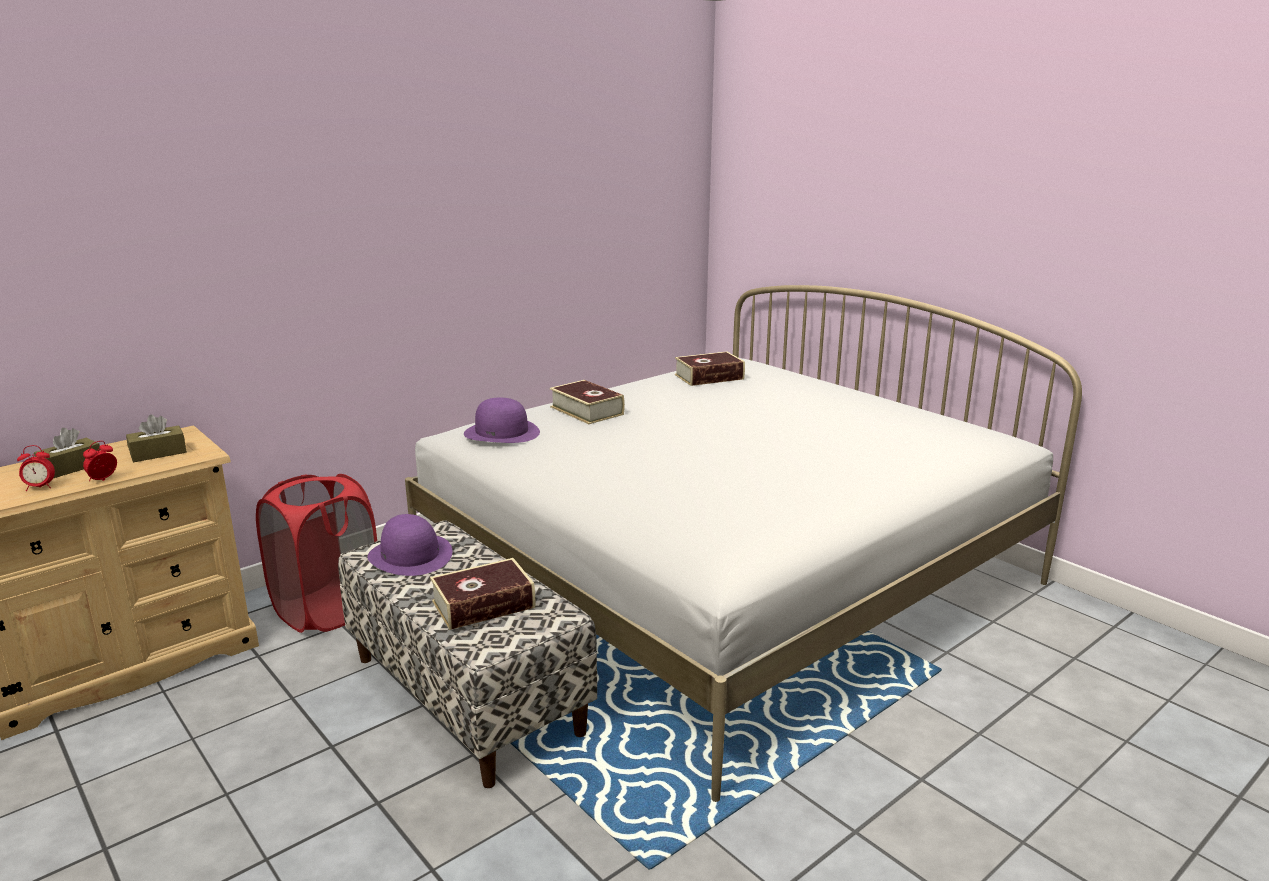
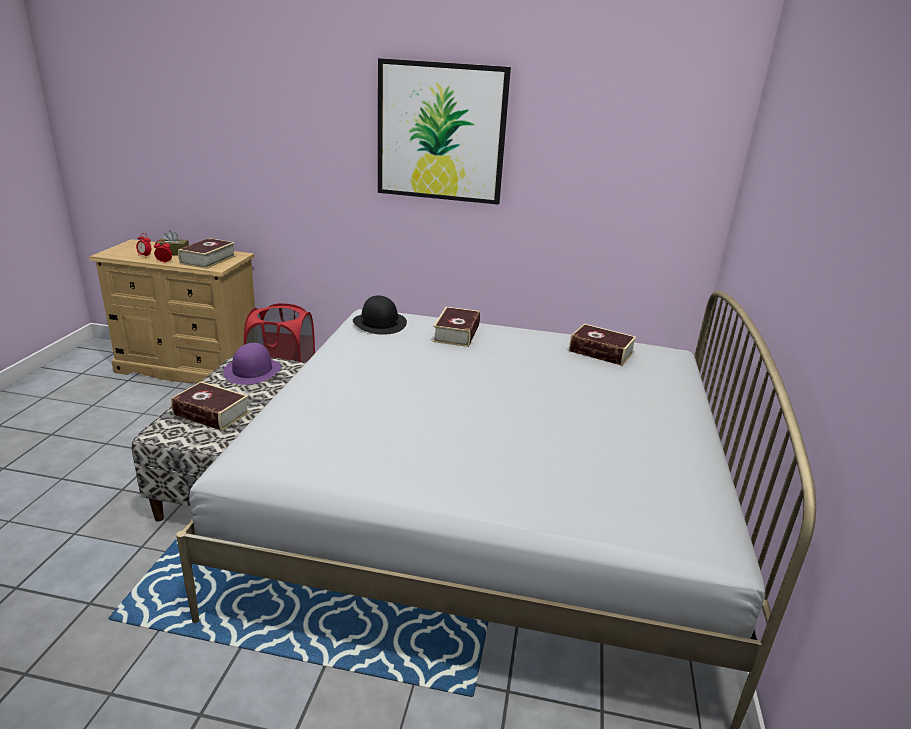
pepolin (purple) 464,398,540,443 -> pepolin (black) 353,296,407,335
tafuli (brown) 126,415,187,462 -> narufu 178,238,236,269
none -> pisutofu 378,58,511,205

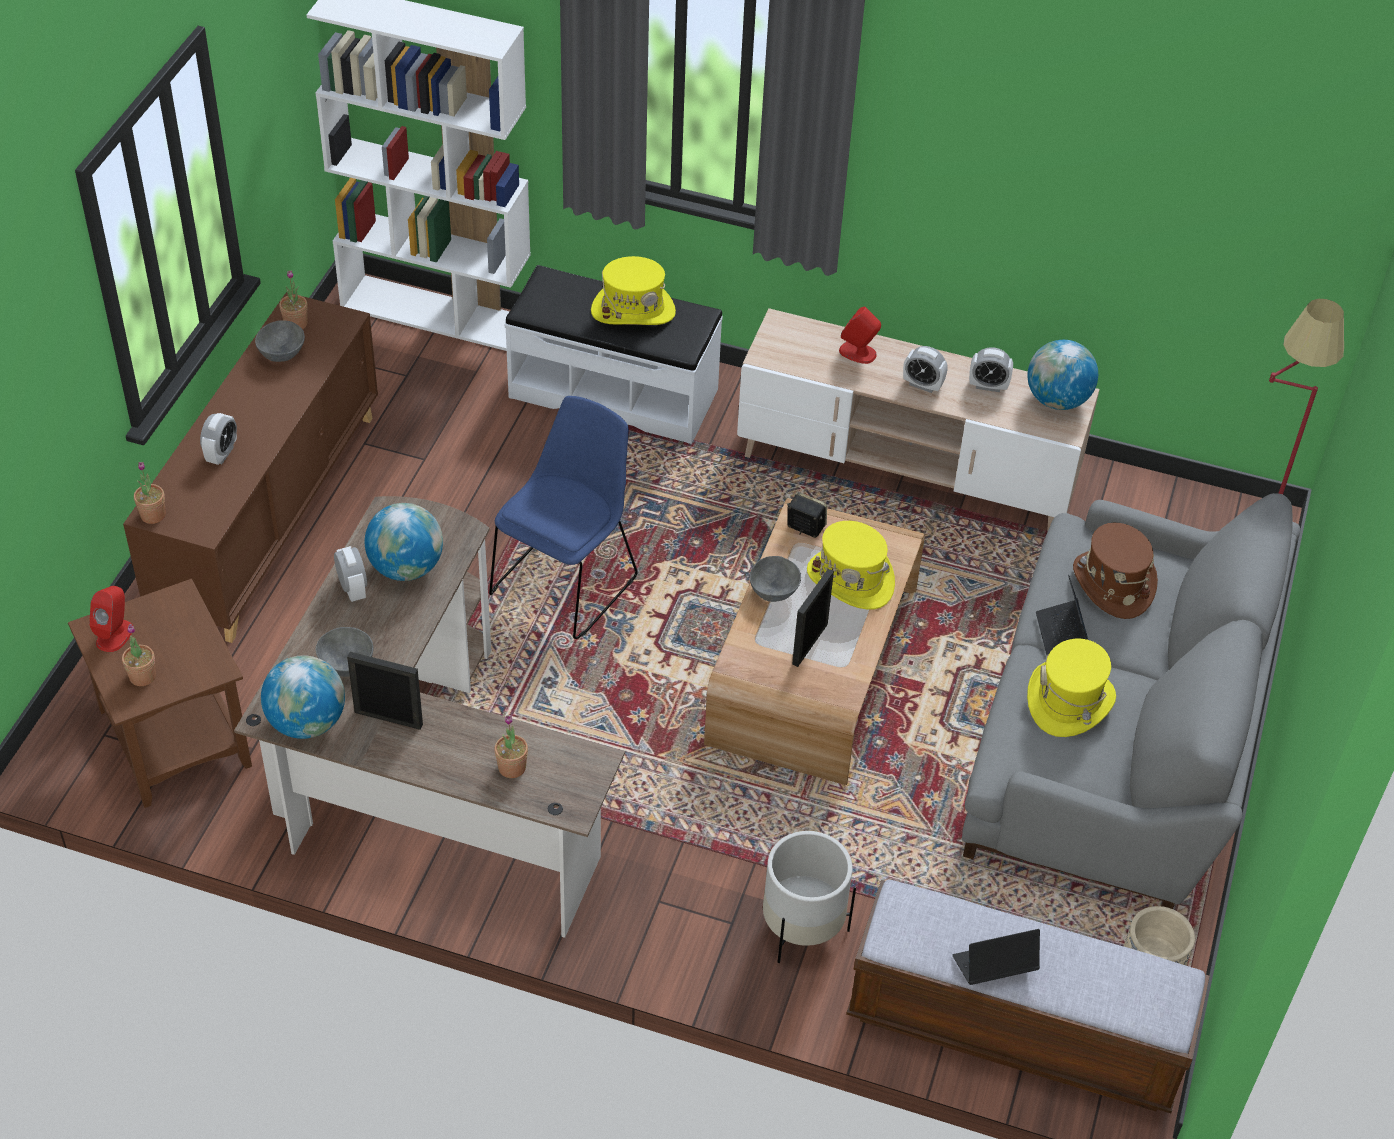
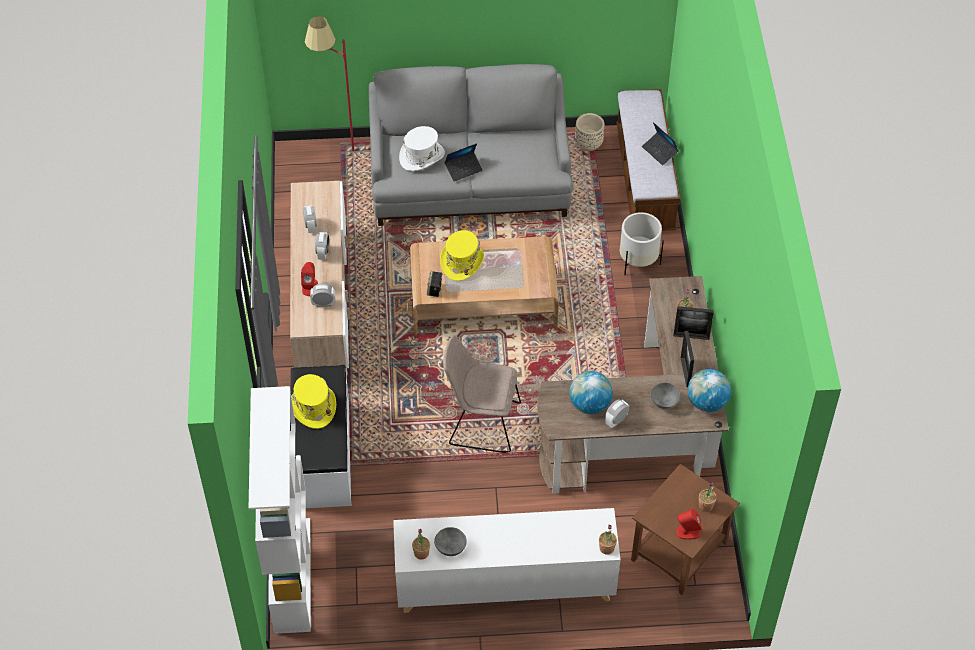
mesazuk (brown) 123,292,378,643 -> mesazuk (white) 393,508,621,613
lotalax 1028,340,1098,410 -> none
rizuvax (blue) 489,396,638,639 -> rizuvax (beige) 443,335,521,453
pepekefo 200,413,237,465 -> pepekefo 310,284,335,307, shifted
pepolin (brown) 1073,523,1158,619 -> pepolin (white) 399,126,445,171
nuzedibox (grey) 750,556,801,602 -> none
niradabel 792,569,834,667 -> niradabel 673,306,714,340, shifted
pepolin (yellow) 1027,639,1116,737 -> none

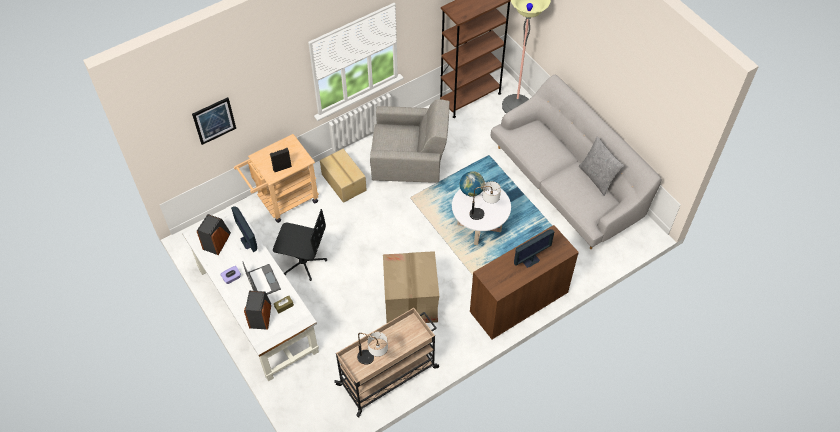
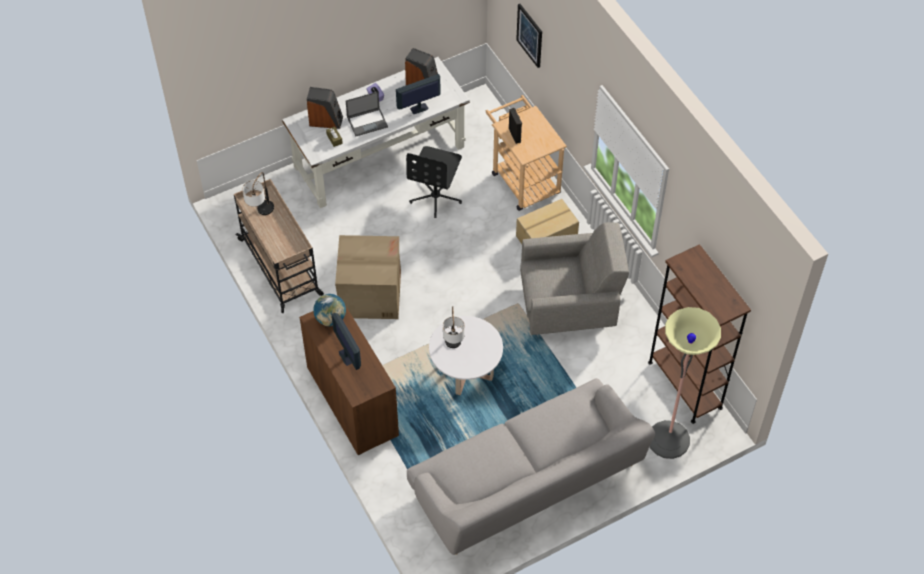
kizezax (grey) 370,99,450,183 -> kizezax (grey) 520,222,629,335, 105 degrees counterclockwise
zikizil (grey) 579,136,624,196 -> none
lotalax 460,171,485,197 -> lotalax 313,294,346,326, shifted

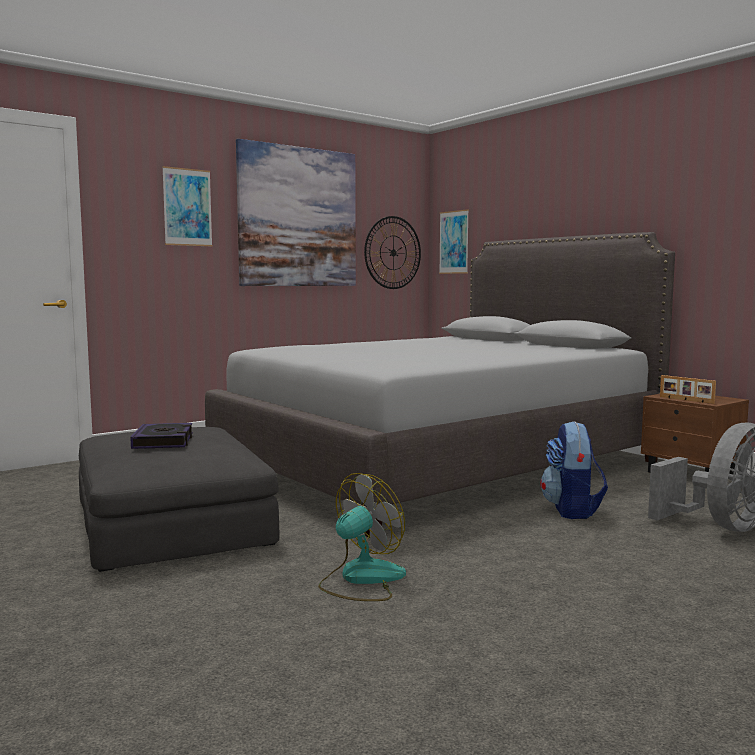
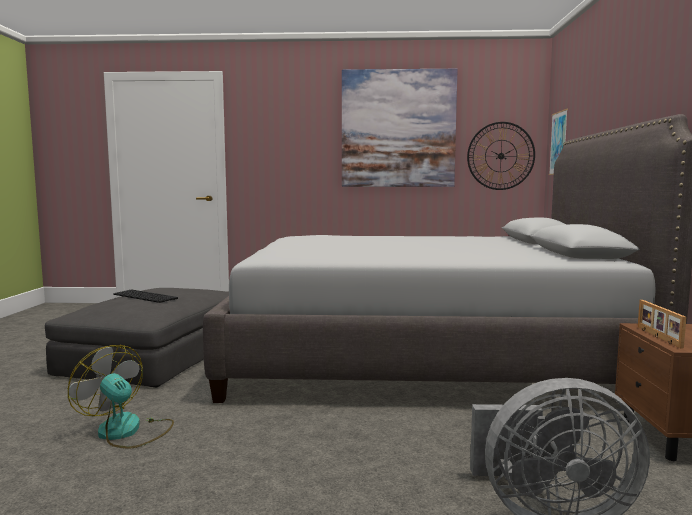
pisutofu 162,166,213,246 -> none
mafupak 540,421,608,519 -> none
narufu 131,423,193,449 -> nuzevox 113,289,178,303
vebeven 318,473,406,601 -> vebeven 68,345,174,448, 135 degrees counterclockwise

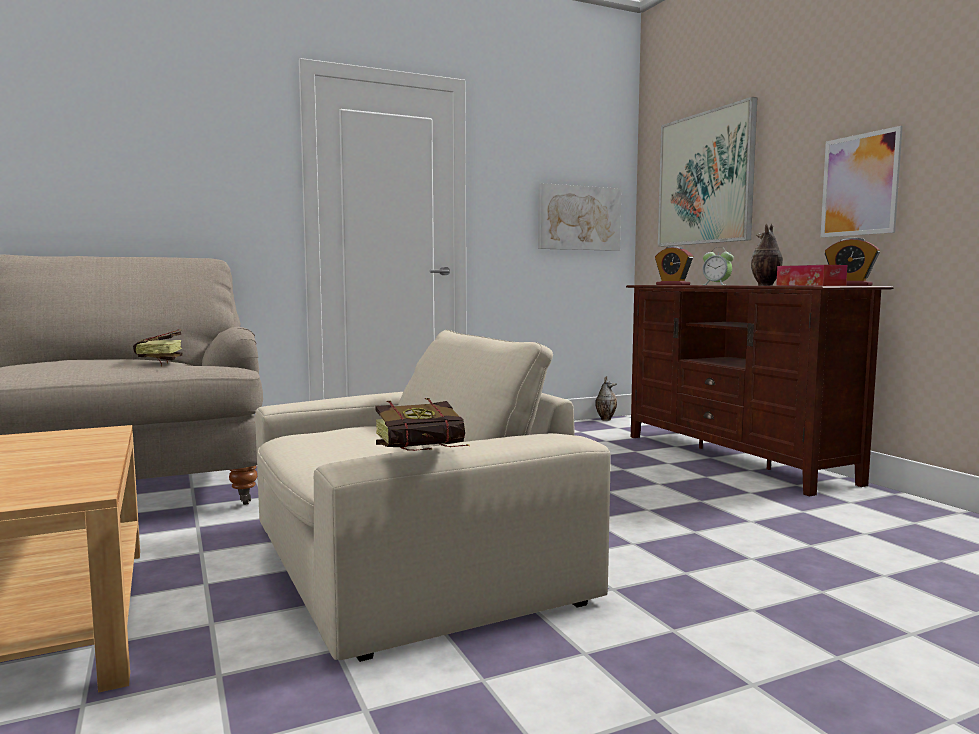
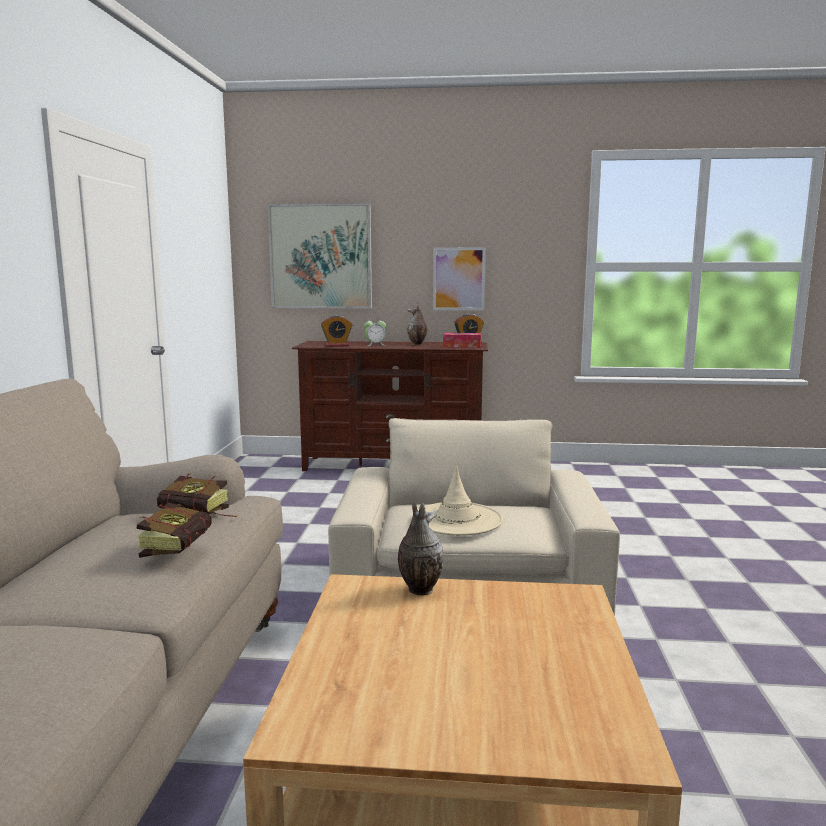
pisutofu 538,183,621,251 -> none
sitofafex 595,376,617,421 -> sitofafex 398,501,443,595, shifted
narufu 375,398,470,451 -> narufu 137,502,212,558, shifted
none -> pepolin (beige) 412,466,503,536

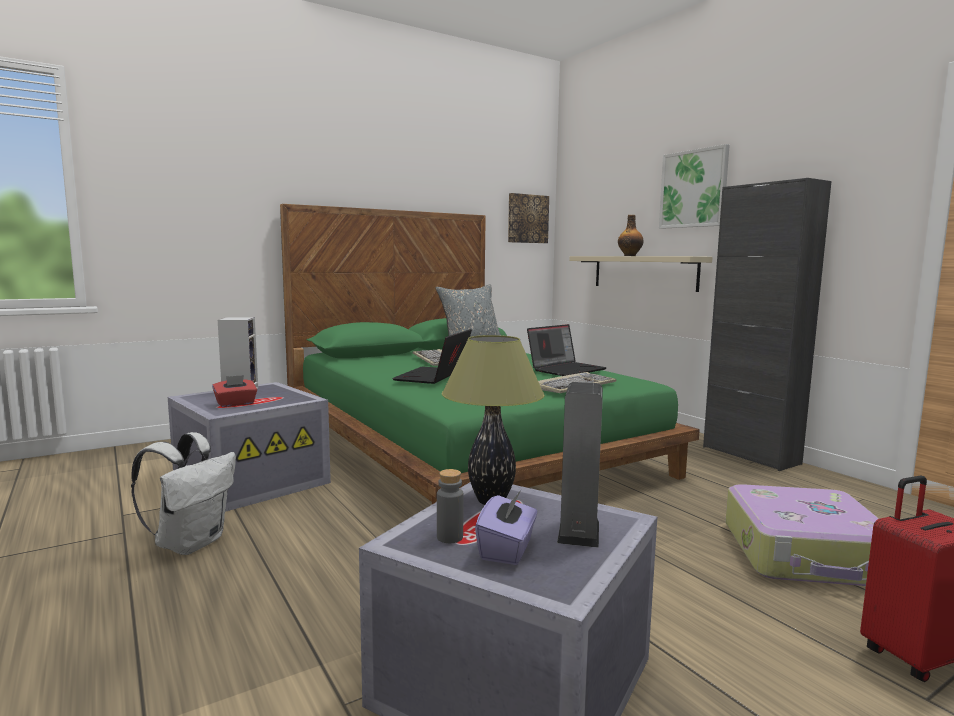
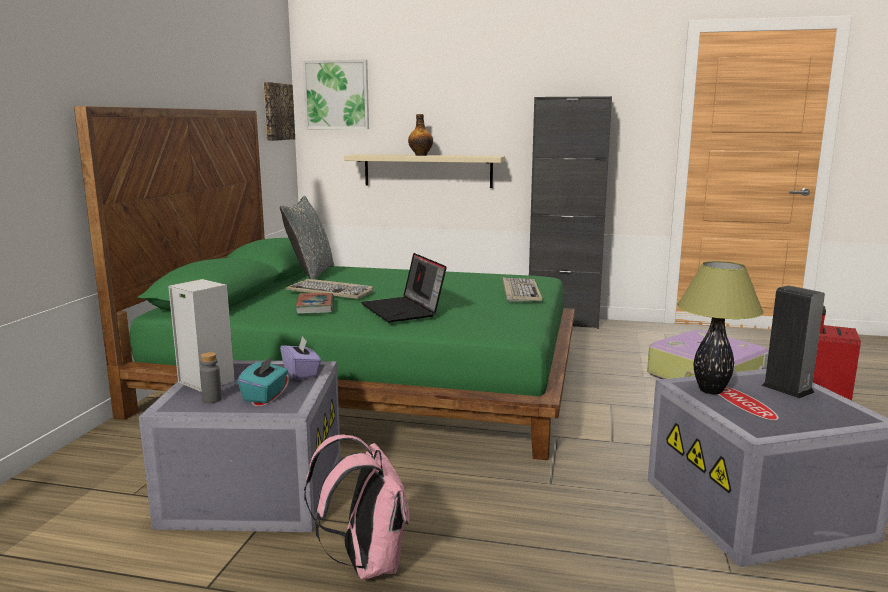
pisutofu 659,144,730,229 -> pisutofu 303,59,369,129, shifted
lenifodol 527,324,607,376 -> none
tafuli (red) 212,375,257,407 -> tafuli (turquoise) 237,356,288,403
mafupak (white) 131,432,236,555 -> mafupak (pink) 304,435,409,579
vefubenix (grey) 437,469,463,543 -> vefubenix (grey) 200,352,222,403, shifted
tafuli (purple) 475,490,538,565 -> tafuli (purple) 280,336,321,380, shifted
none -> narufu 295,293,334,314

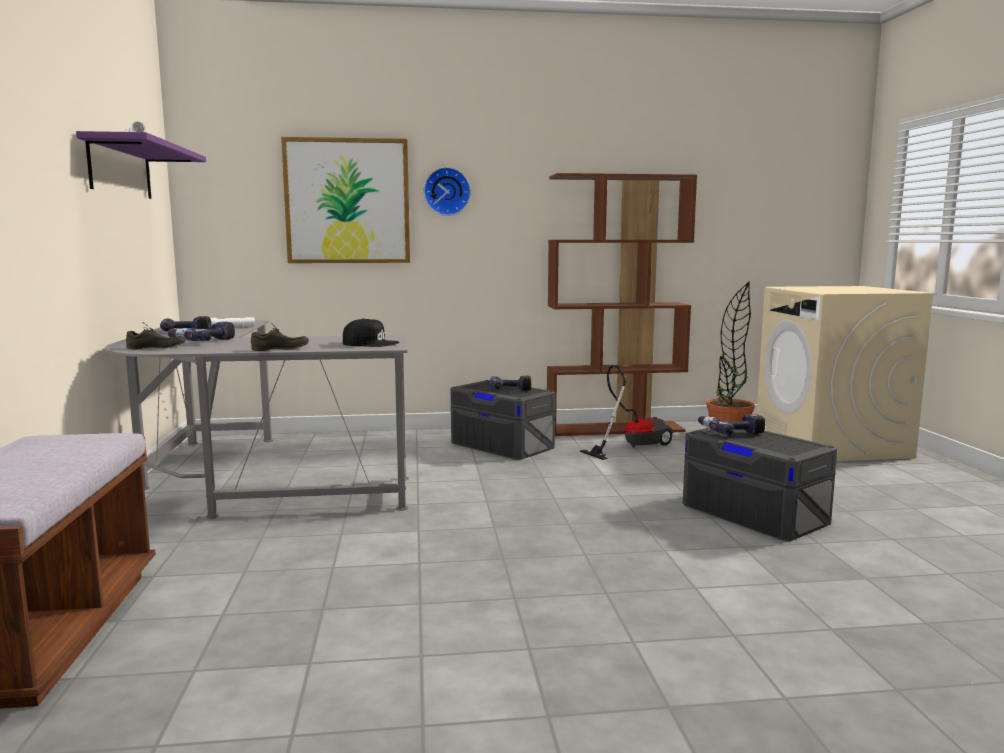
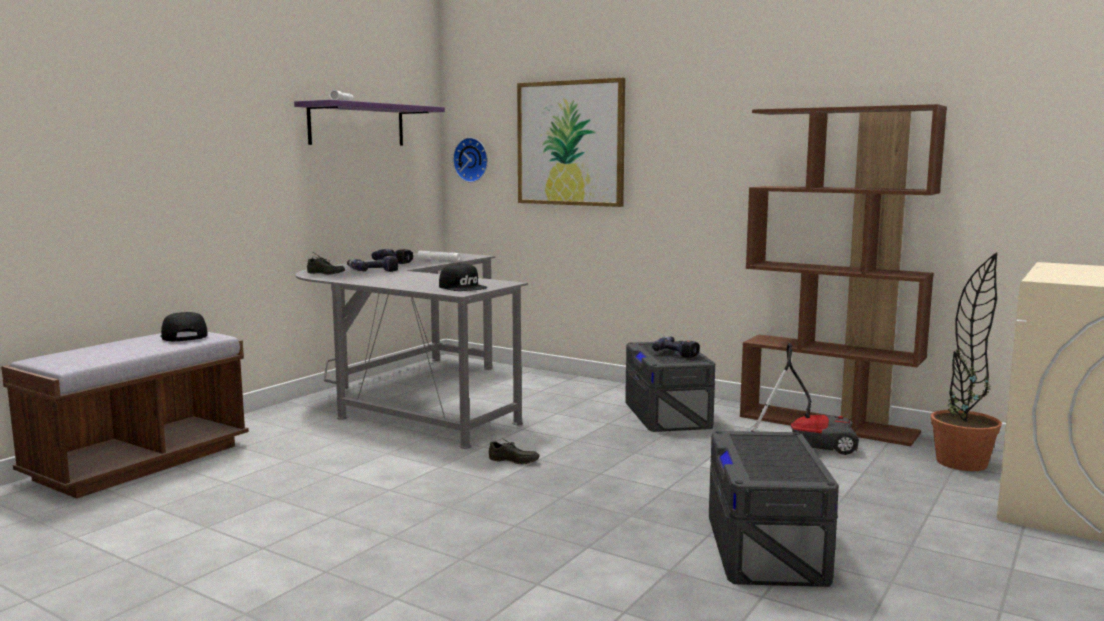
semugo 423,167,471,216 -> semugo 453,137,488,183, shifted
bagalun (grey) 251,324,309,351 -> bagalun (grey) 489,438,540,464, shifted
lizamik 698,414,765,435 -> none
none -> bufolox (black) 160,312,208,342

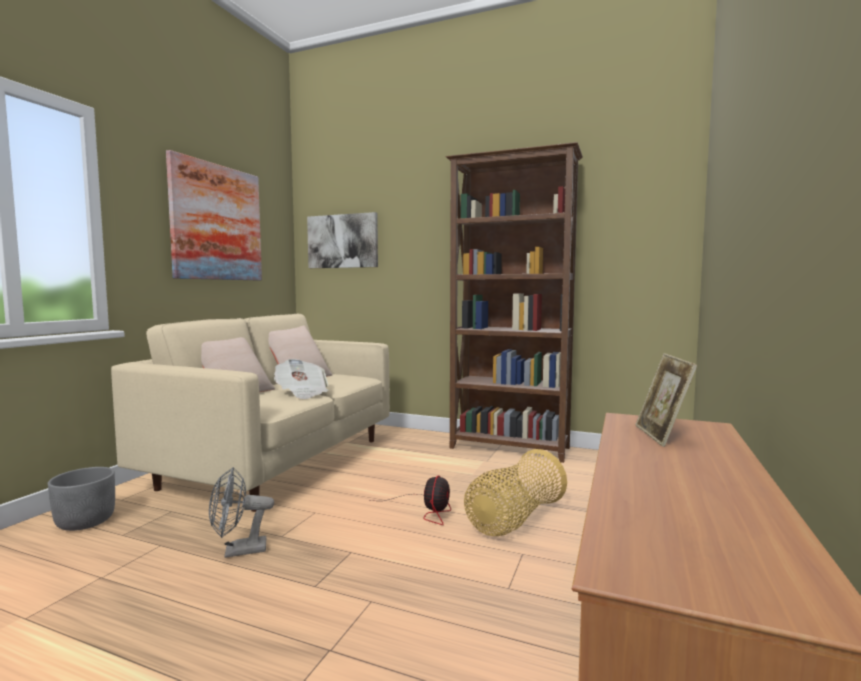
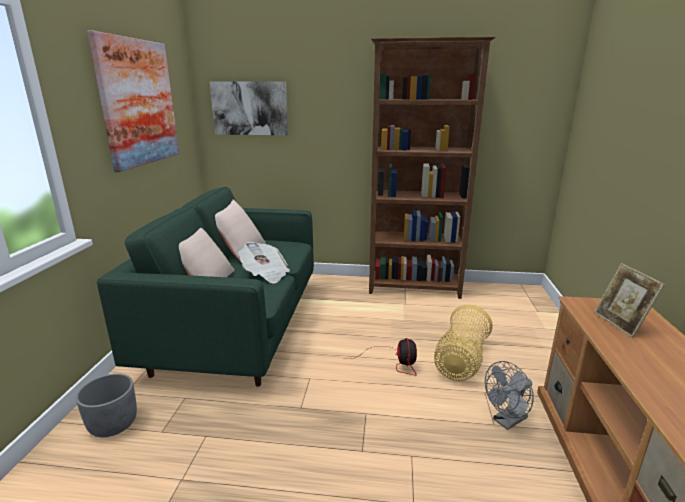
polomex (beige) 111,314,390,512 -> polomex (green) 97,187,314,387
vebeven (grey) 209,467,274,558 -> vebeven (grey) 485,361,534,430, shifted

